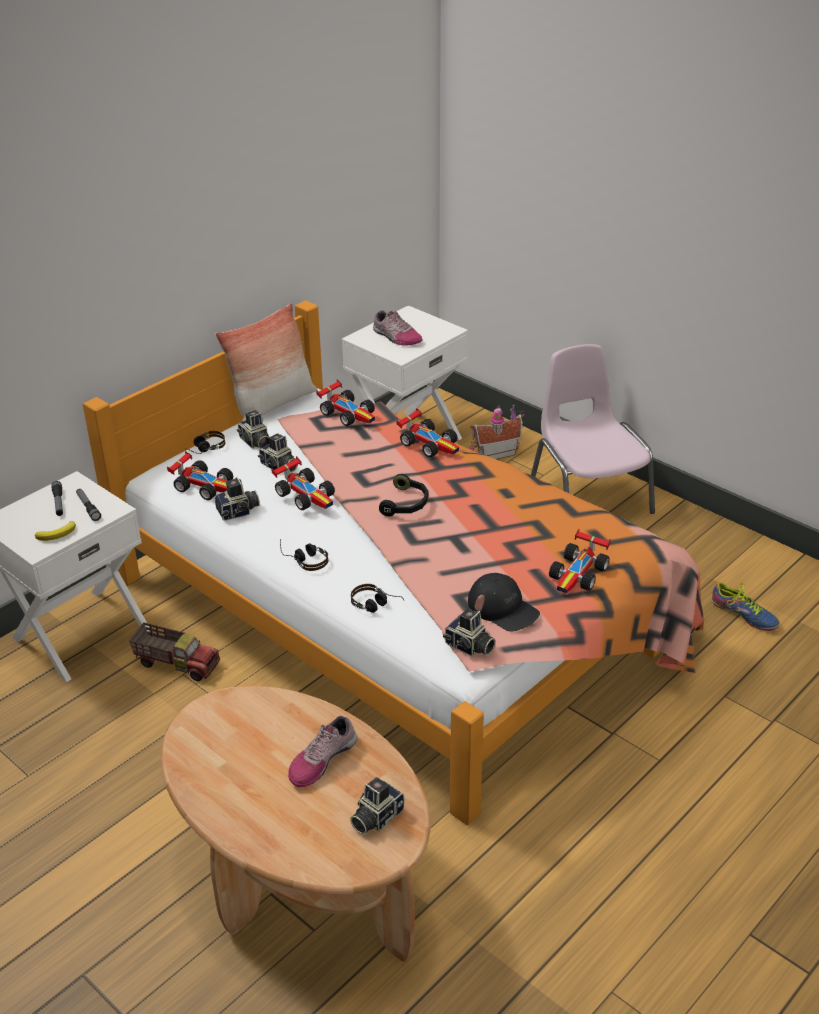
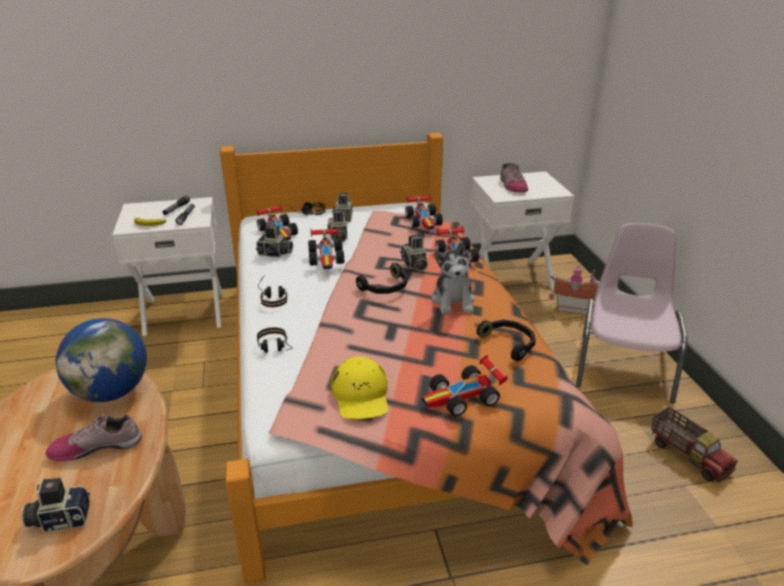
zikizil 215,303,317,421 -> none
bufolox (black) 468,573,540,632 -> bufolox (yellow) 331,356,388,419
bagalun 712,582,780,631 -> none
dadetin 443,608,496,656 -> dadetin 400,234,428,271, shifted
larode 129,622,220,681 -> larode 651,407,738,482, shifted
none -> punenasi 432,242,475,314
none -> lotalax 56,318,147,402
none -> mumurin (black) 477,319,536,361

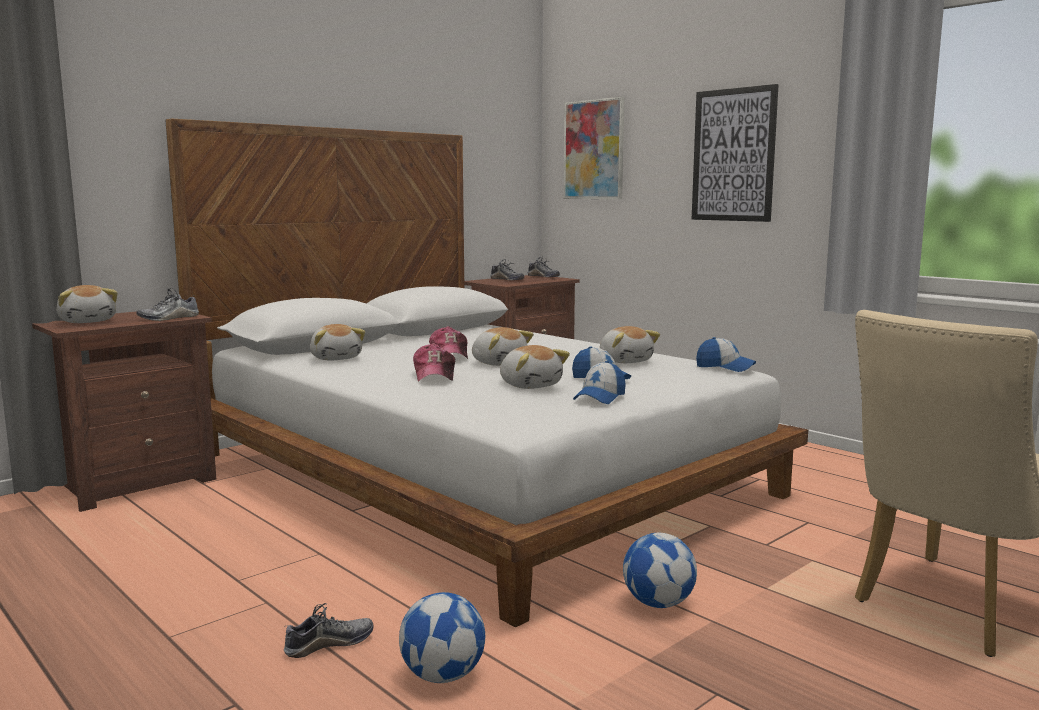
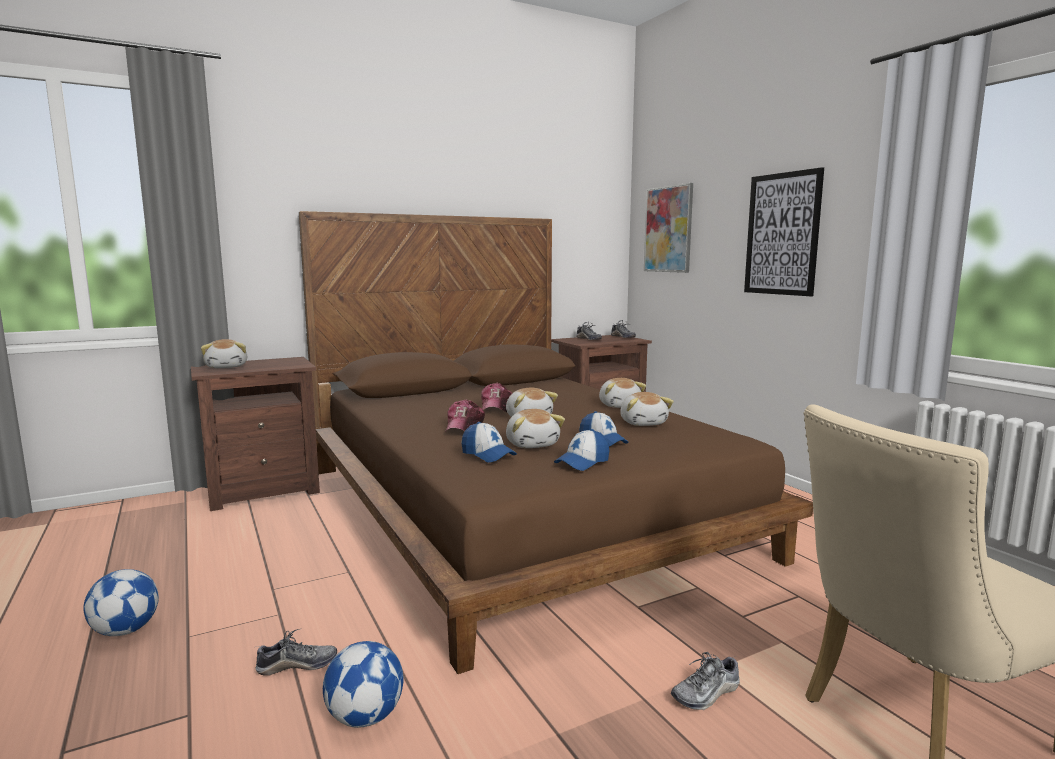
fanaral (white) 165,118,808,627 -> fanaral (brown) 299,211,813,674
bagalun 136,288,199,321 -> bagalun 671,652,740,710, shifted
punenasi 310,324,365,360 -> punenasi 599,378,646,408, shifted
bufolox 696,337,756,372 -> bufolox 462,422,517,463, shifted
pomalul 623,533,697,608 -> pomalul 83,569,159,636, shifted

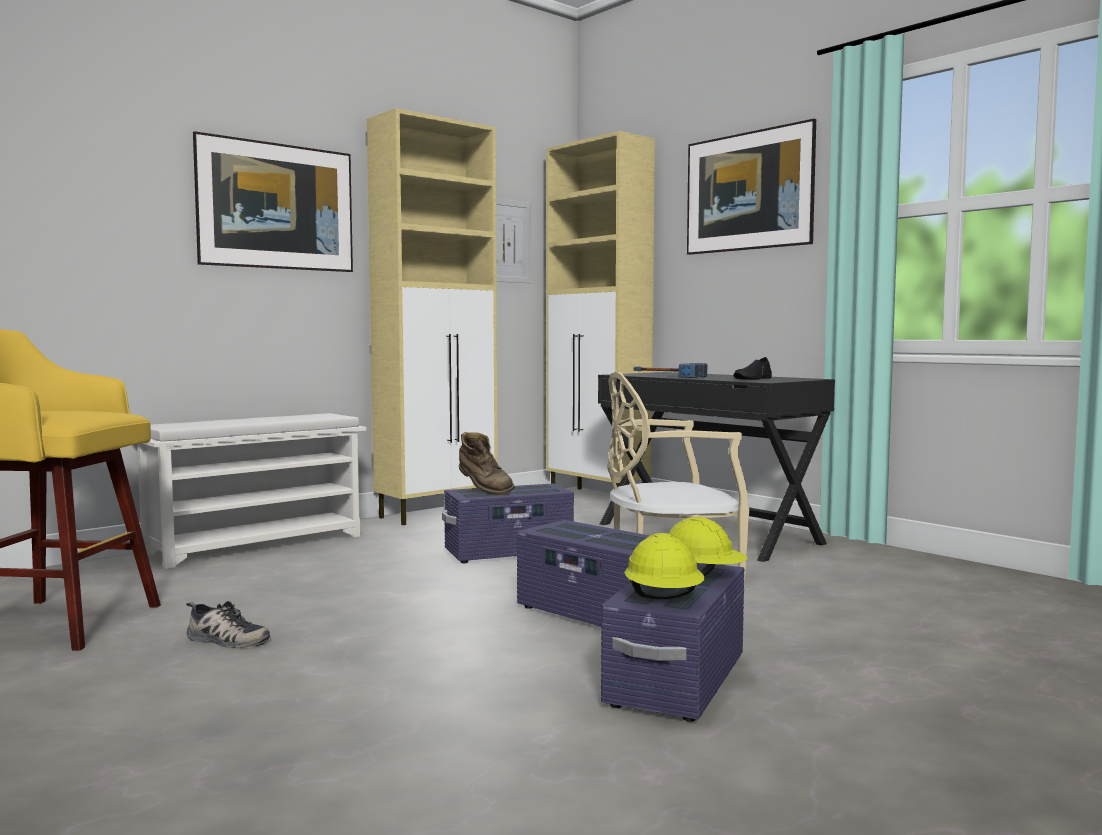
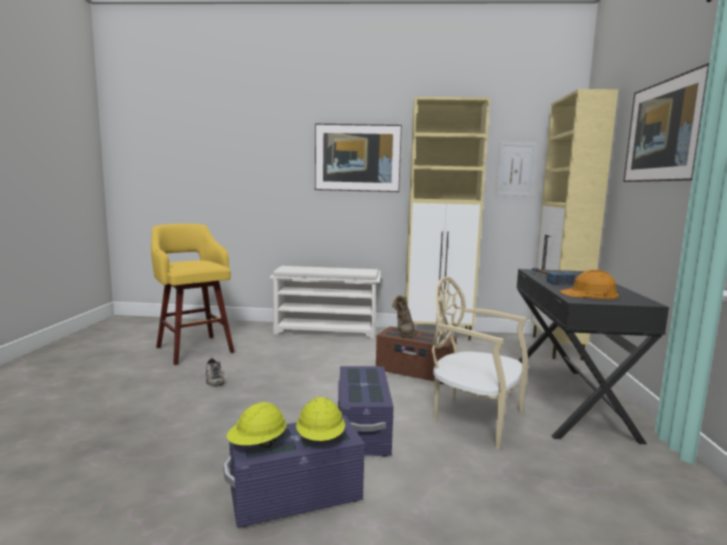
bagalun (black) 733,357,772,380 -> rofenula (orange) 559,270,619,299
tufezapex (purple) 442,483,574,563 -> tufezapex (brown) 376,326,457,384

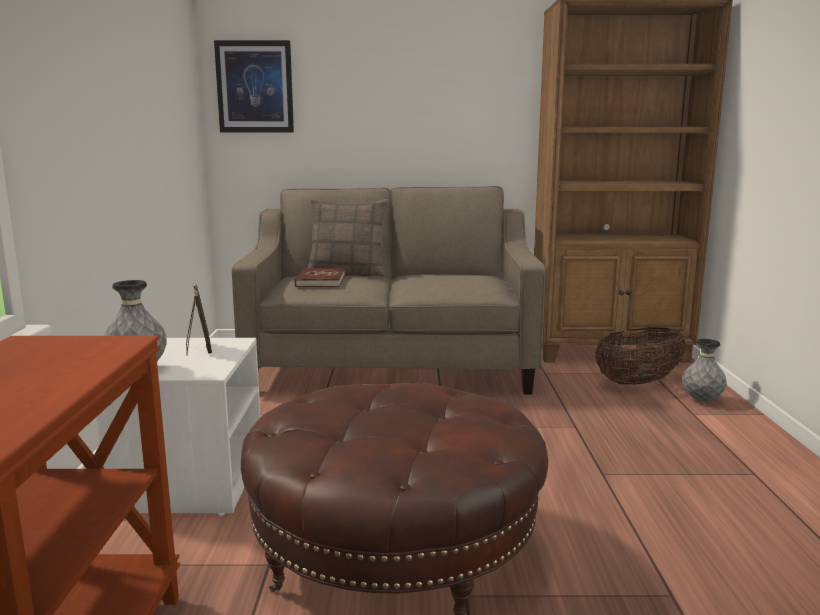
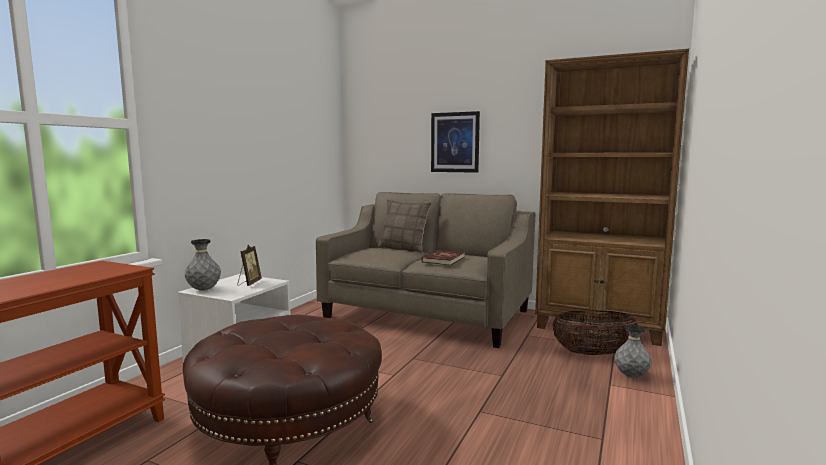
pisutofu 214,40,294,132 -> pisutofu 431,111,480,173, shifted
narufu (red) 295,268,345,287 -> narufu (red) 422,250,465,265, shifted

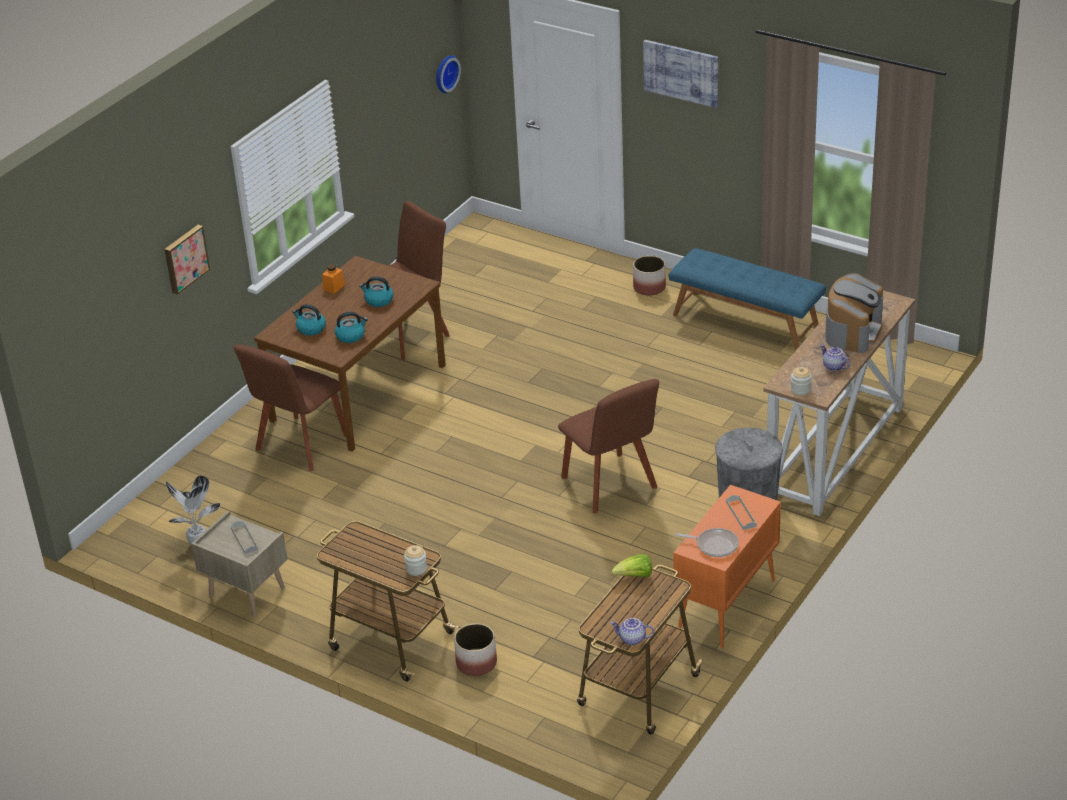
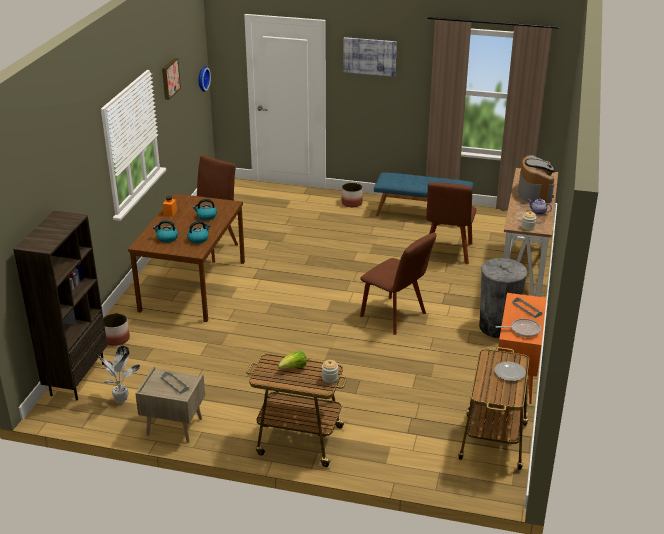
pisutofu 164,225,210,295 -> pisutofu 162,58,181,100, shifted
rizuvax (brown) 234,344,346,471 -> rizuvax (brown) 426,182,476,264, shifted
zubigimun 611,554,652,578 -> zubigimun 278,350,307,369, shifted
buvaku 610,618,654,645 -> none
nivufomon 454,623,497,676 -> nivufomon 103,313,130,346, shifted
none -> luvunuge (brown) 13,211,108,401
none -> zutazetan 494,362,526,381

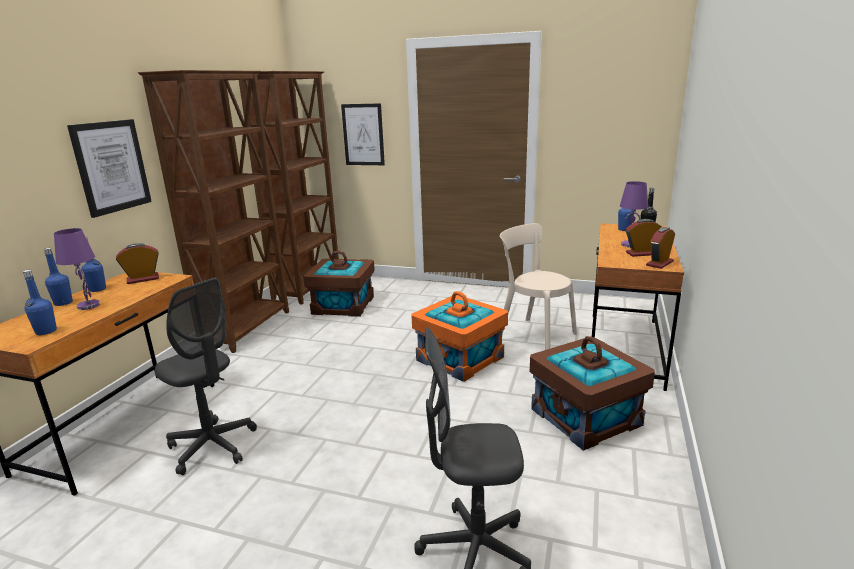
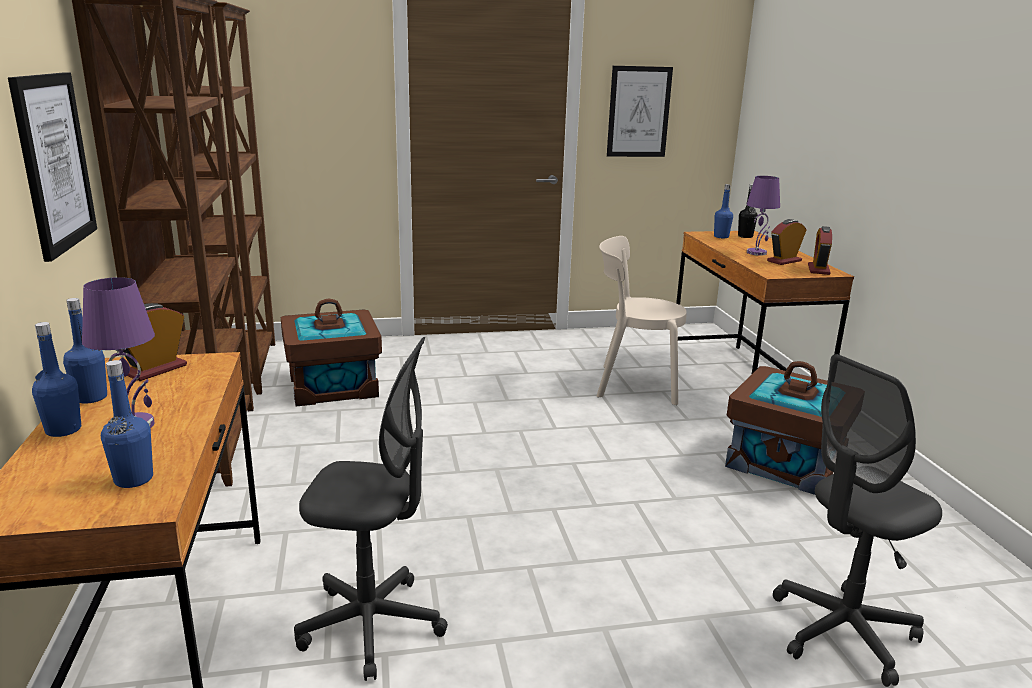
pisutofu 341,103,385,165 -> pisutofu 607,66,673,157, shifted
tufezapex (orange) 411,291,508,382 -> none

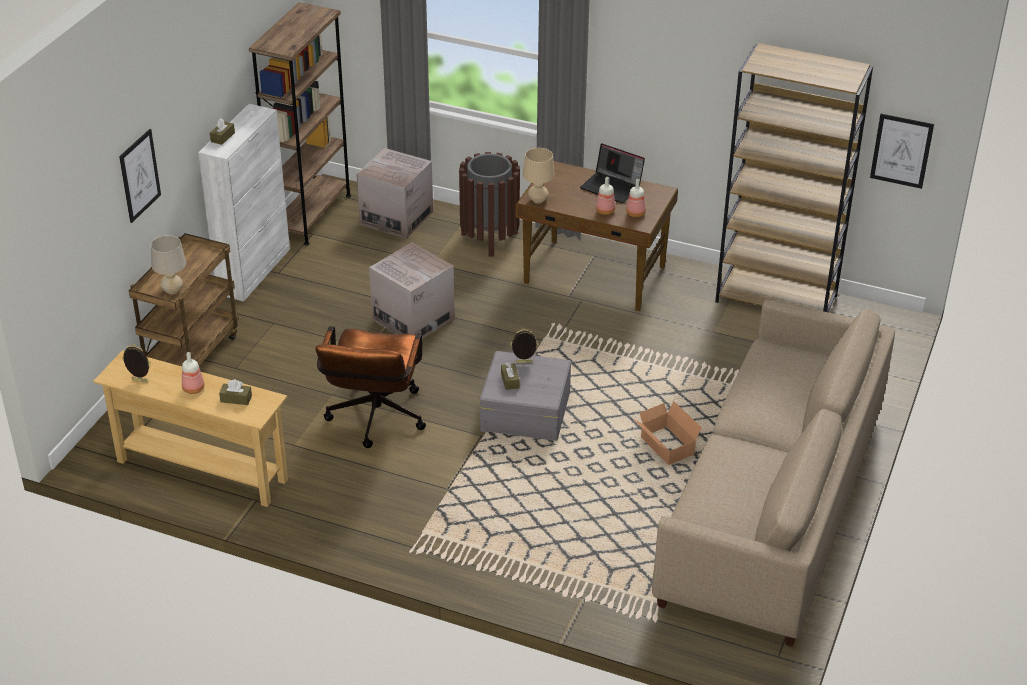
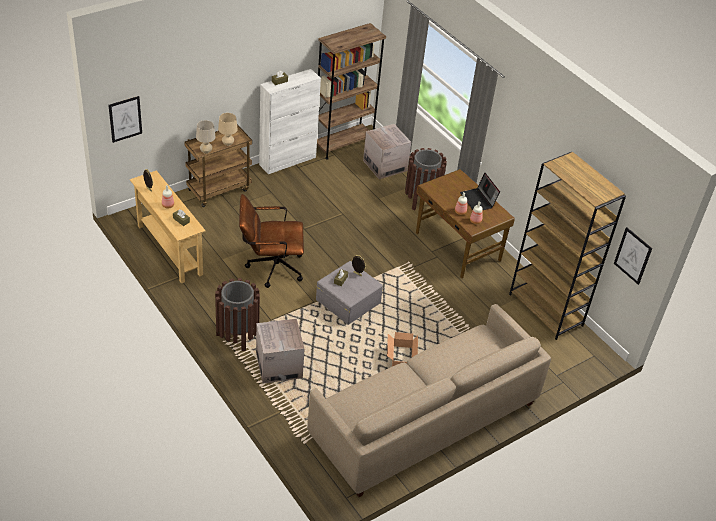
pisutofu 119,129,161,223 -> pisutofu 108,96,142,143, shifted
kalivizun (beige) 523,148,555,203 -> kalivizun (beige) 218,113,238,146, shifted
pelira 369,243,455,339 -> pelira 256,319,305,383, shifted
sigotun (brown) 315,326,426,448 -> sigotun (brown) 239,194,304,288, 45 degrees clockwise
none -> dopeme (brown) 215,278,260,351

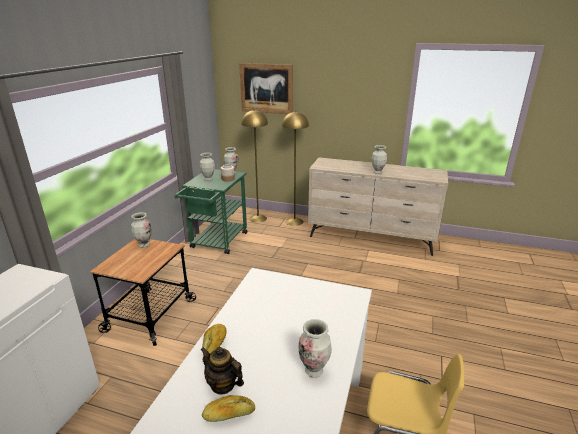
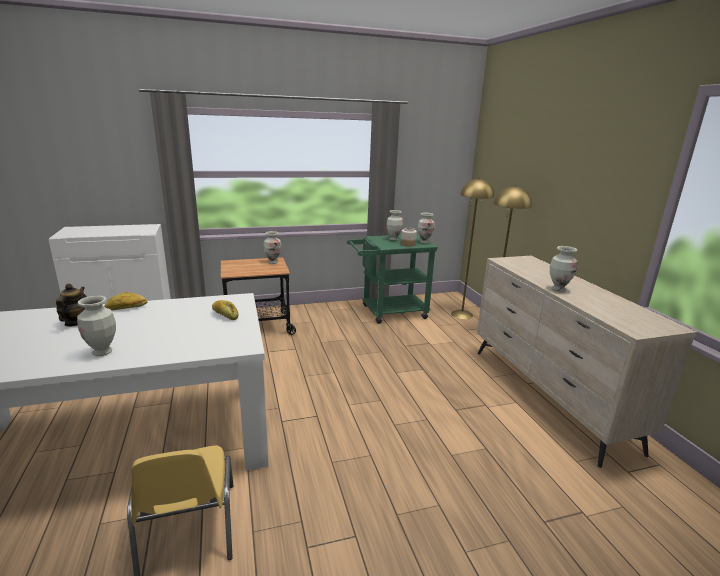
pisutofu 239,63,293,114 -> none
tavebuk 202,395,255,422 -> tavebuk 212,300,238,320, shifted

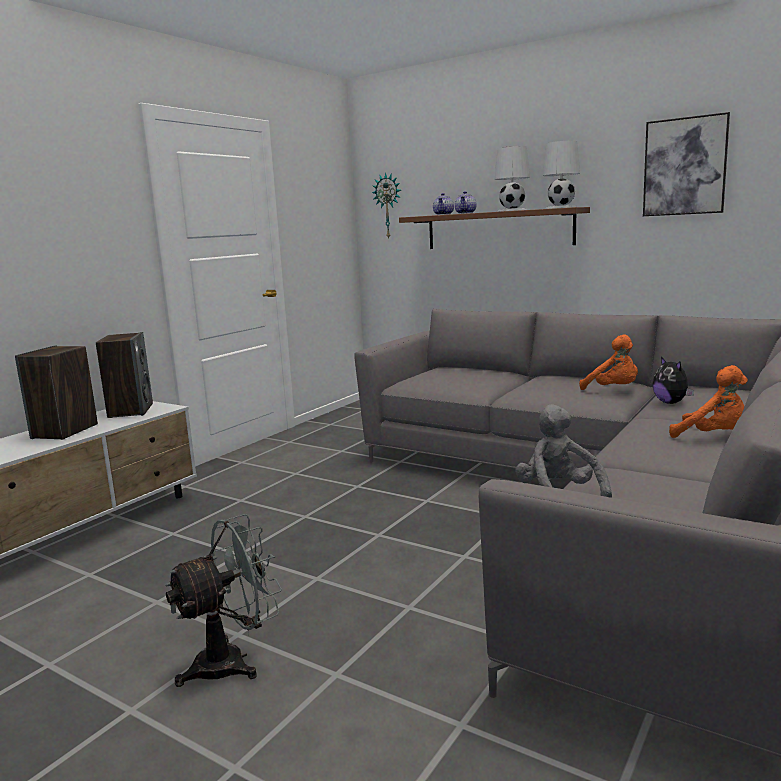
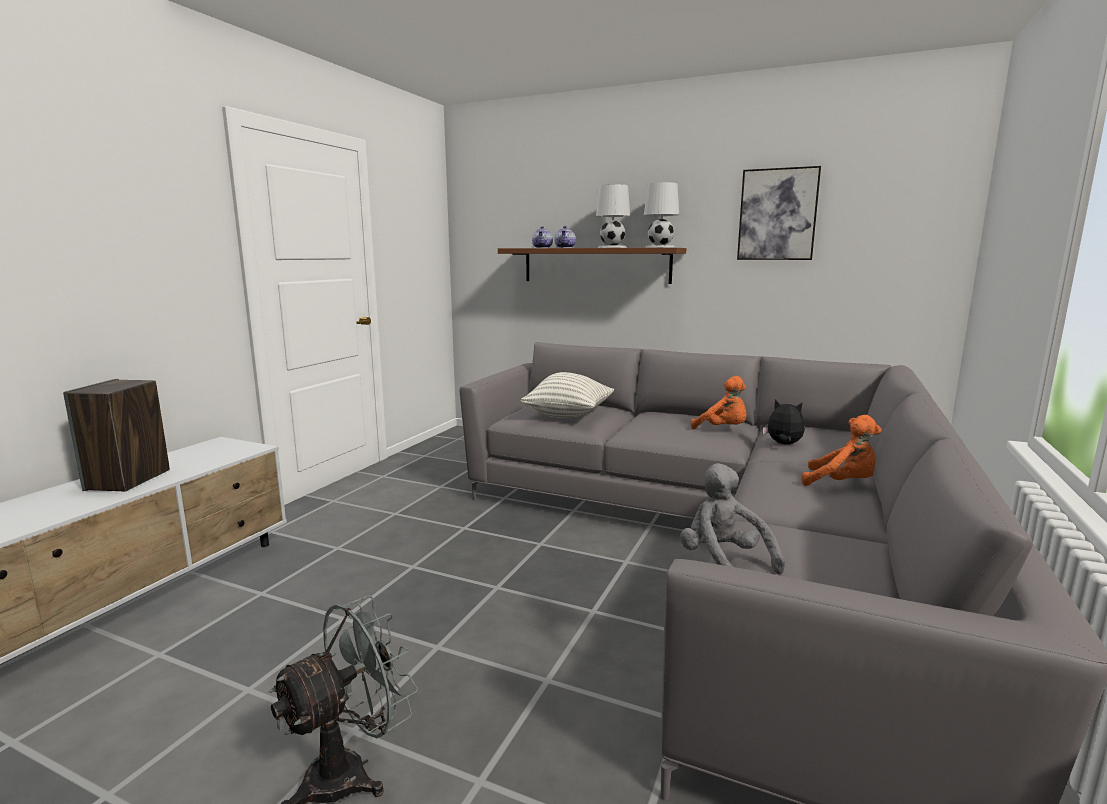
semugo 372,172,401,240 -> none
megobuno 96,332,153,418 -> none
punenasi 653,357,694,404 -> punenasi 762,399,805,445, 150 degrees clockwise
none -> zikizil 521,372,614,418

